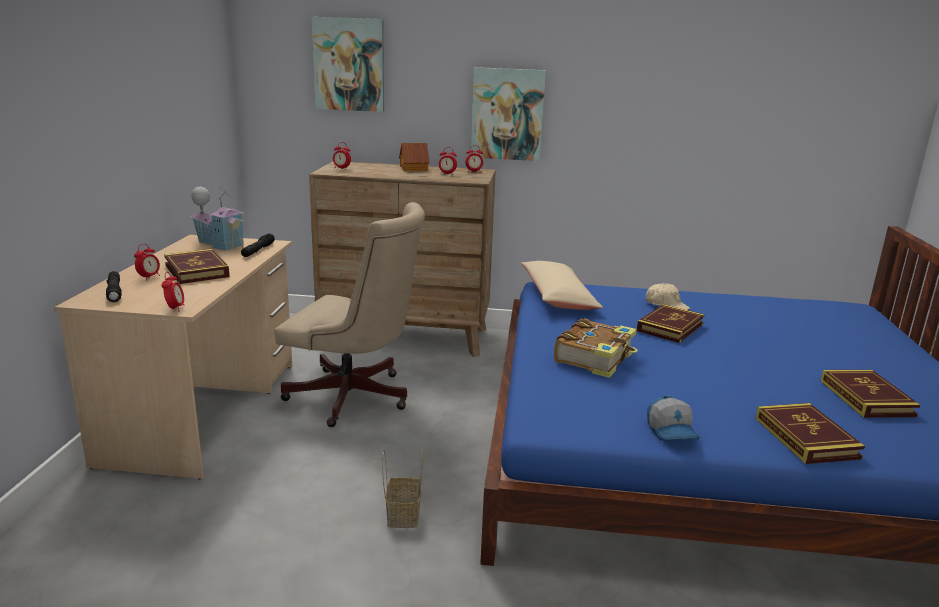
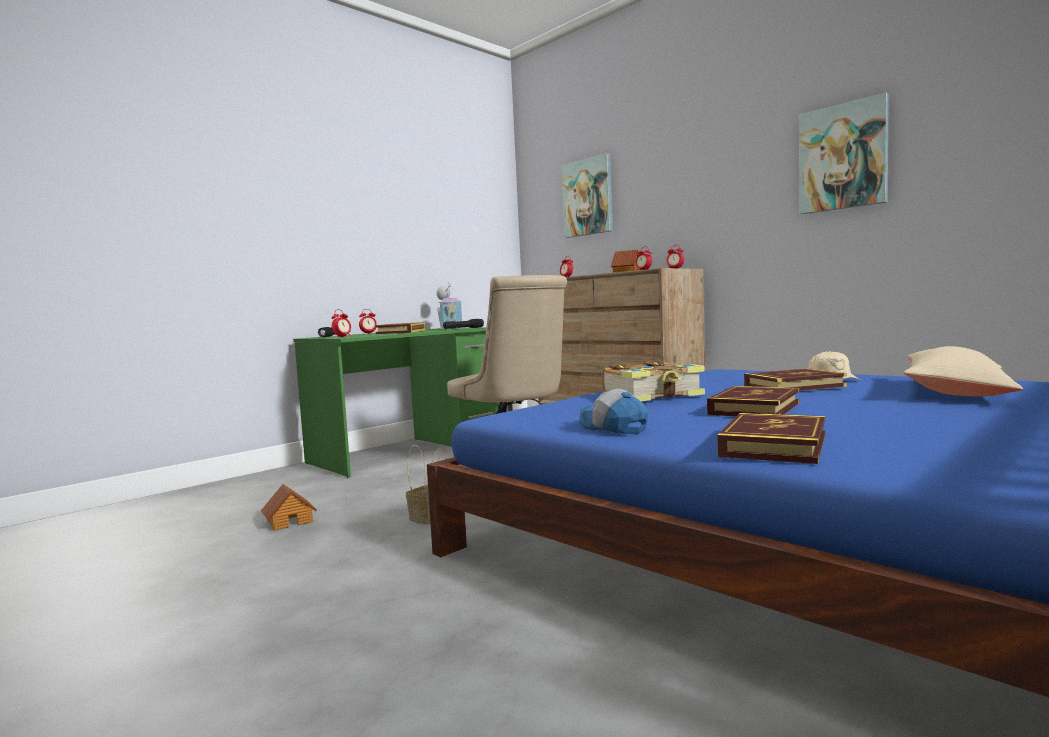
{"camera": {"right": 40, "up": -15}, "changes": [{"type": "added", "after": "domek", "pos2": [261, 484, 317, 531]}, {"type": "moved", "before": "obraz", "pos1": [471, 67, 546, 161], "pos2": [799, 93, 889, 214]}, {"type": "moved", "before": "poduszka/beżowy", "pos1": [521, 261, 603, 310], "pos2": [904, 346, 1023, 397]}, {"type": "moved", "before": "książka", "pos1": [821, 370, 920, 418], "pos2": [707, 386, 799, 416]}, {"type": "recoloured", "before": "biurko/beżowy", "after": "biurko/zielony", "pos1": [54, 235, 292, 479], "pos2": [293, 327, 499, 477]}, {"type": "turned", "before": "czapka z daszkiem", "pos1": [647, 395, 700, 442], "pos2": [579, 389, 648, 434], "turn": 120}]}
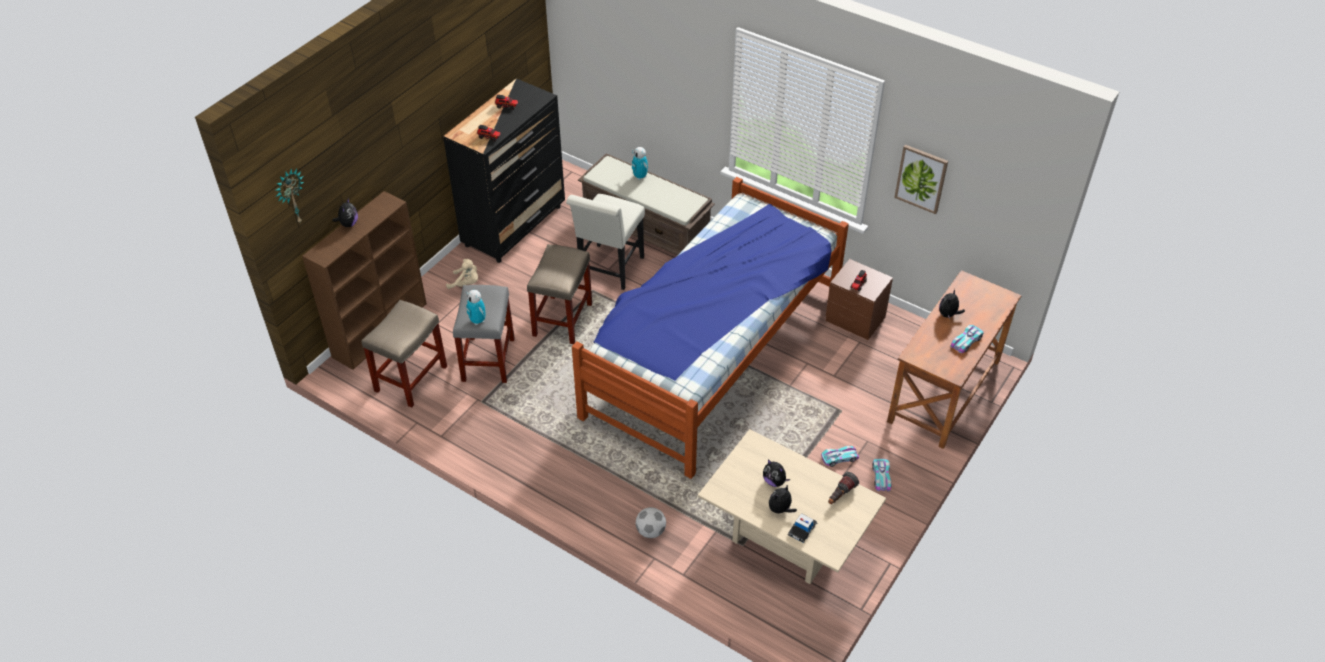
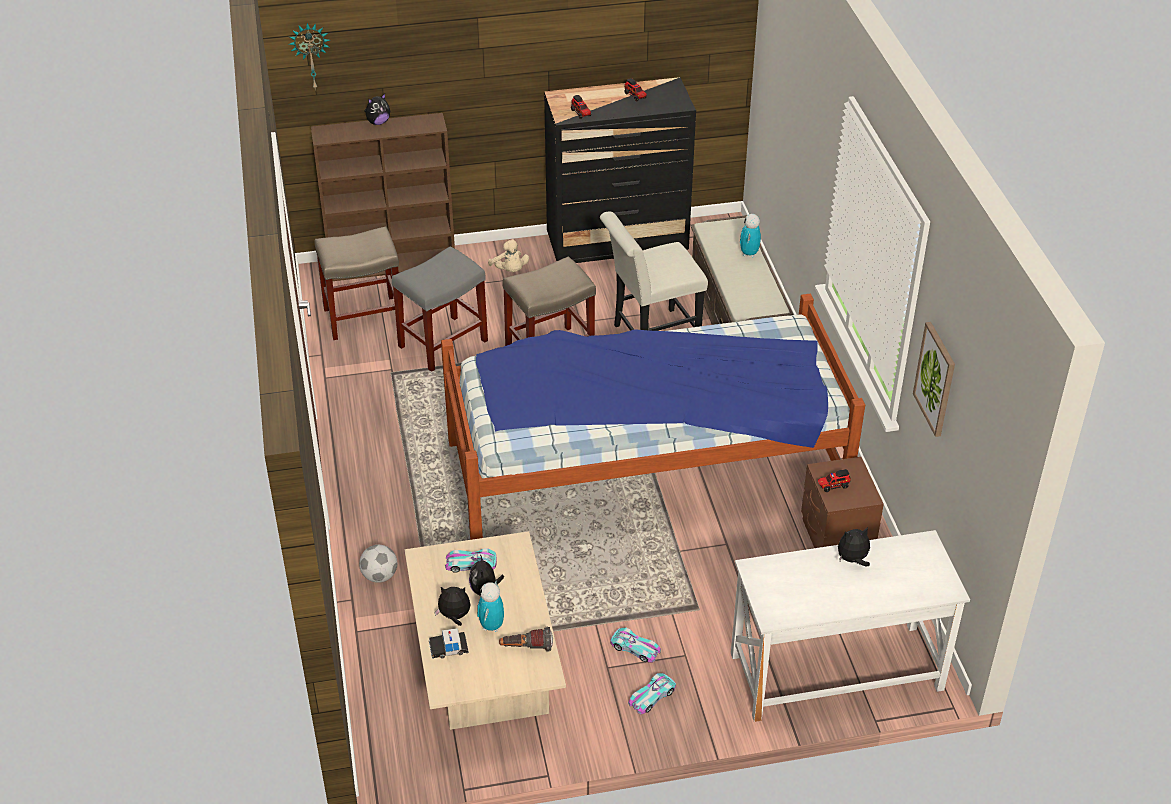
{"camera": {"right": 45, "up": -5}, "changes": [{"type": "moved", "before": "robot zabawkowy", "pos1": [466, 290, 485, 325], "pos2": [477, 581, 504, 632]}, {"type": "moved", "before": "samochodzik", "pos1": [951, 325, 984, 353], "pos2": [445, 549, 497, 573]}, {"type": "recoloured", "before": "biurko/brązowy", "after": "biurko/biały", "pos1": [887, 270, 1022, 449], "pos2": [731, 530, 970, 722]}]}
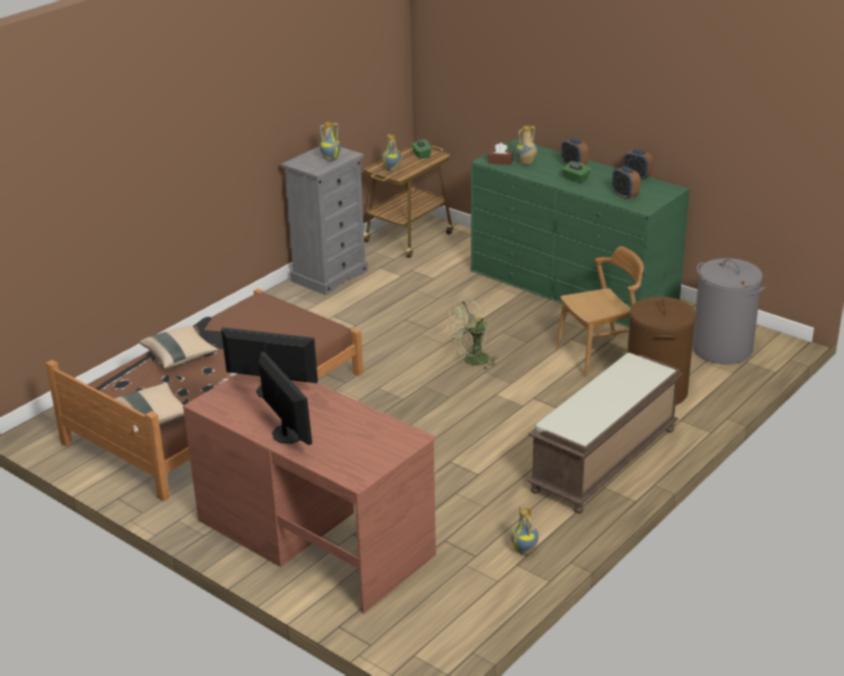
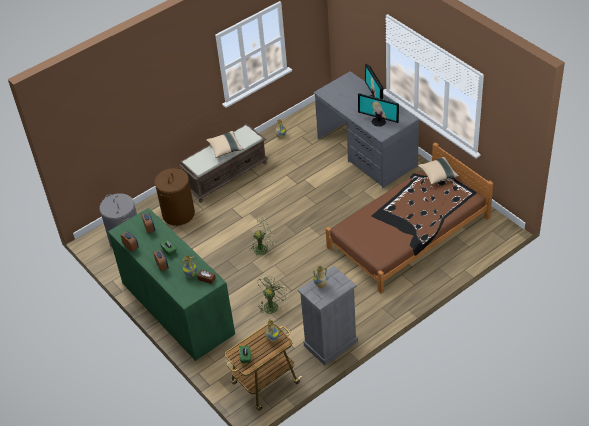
{"camera": {"right": -165, "up": 15}, "changes": [{"type": "removed", "before": "krzesło/brązowy", "pos1": [556, 246, 644, 378]}, {"type": "added", "after": "wentylator/zielony", "pos2": [257, 274, 289, 315]}, {"type": "moved", "before": "poduszka/beżowy", "pos1": [140, 325, 218, 369], "pos2": [206, 131, 244, 158]}, {"type": "recoloured", "before": "biurko/brązowy", "after": "biurko/szary", "pos1": [183, 374, 437, 614], "pos2": [313, 71, 419, 188]}]}
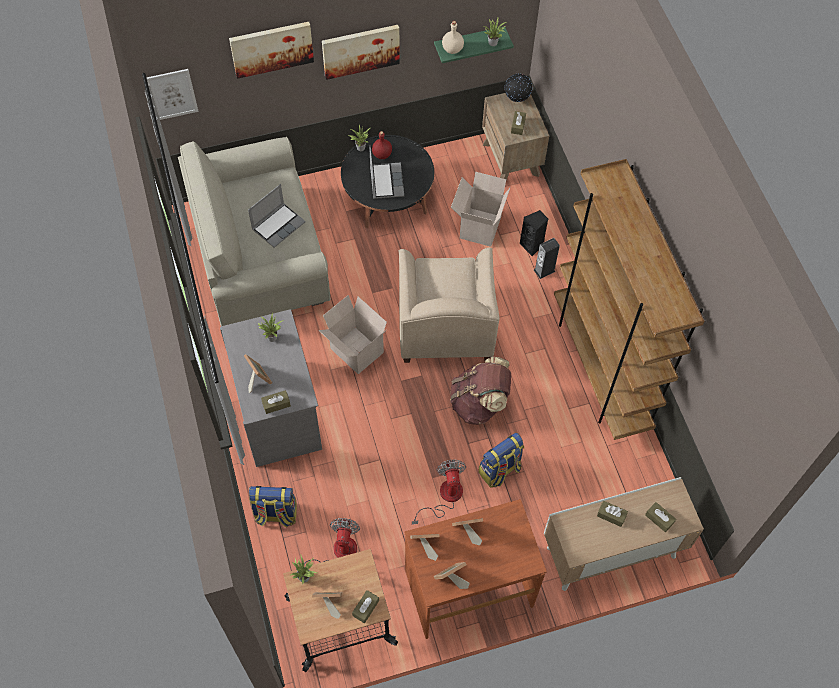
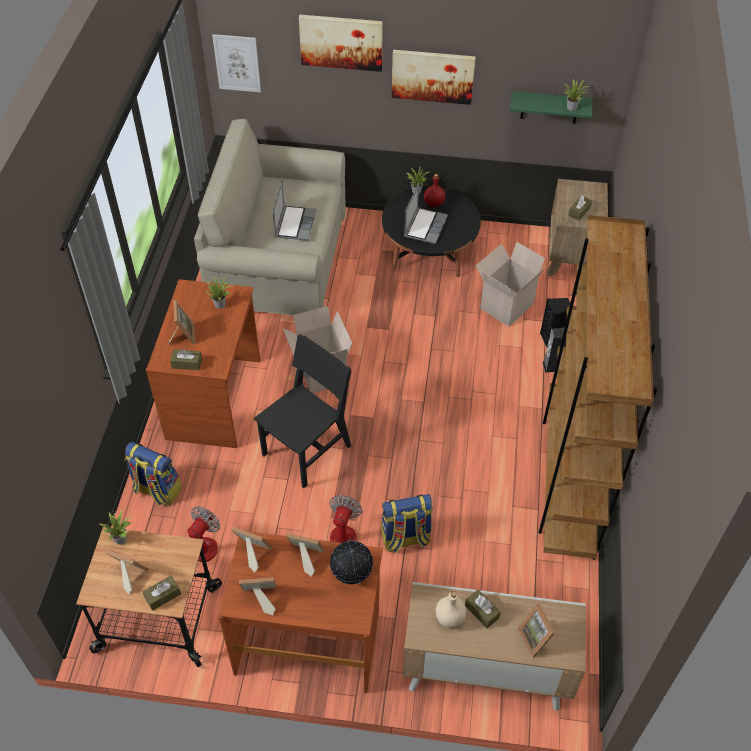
{"camera": {"right": 25, "up": -10}, "changes": [{"type": "removed", "before": "fotel/beżowy", "pos1": [398, 248, 499, 363]}, {"type": "removed", "before": "plecak/brązowy", "pos1": [450, 357, 511, 425]}, {"type": "added", "after": "krzesło/czarny", "pos2": [254, 334, 351, 488]}, {"type": "moved", "before": "butelka/beżowy", "pos1": [442, 21, 464, 54], "pos2": [436, 591, 466, 628]}, {"type": "moved", "before": "globus", "pos1": [505, 74, 532, 102], "pos2": [330, 541, 373, 585]}, {"type": "replaced", "before": "pudełko chusteczek/brązowy", "after": "ramka na zdjęcie", "pos1": [645, 502, 676, 532], "pos2": [517, 603, 555, 658]}, {"type": "recoloured", "before": "biurko/szary", "after": "biurko/brązowy", "pos1": [220, 309, 322, 467], "pos2": [146, 279, 260, 448]}, {"type": "turned", "before": "laptop", "pos1": [248, 184, 306, 248], "pos2": [272, 180, 316, 241], "turn": -60}]}
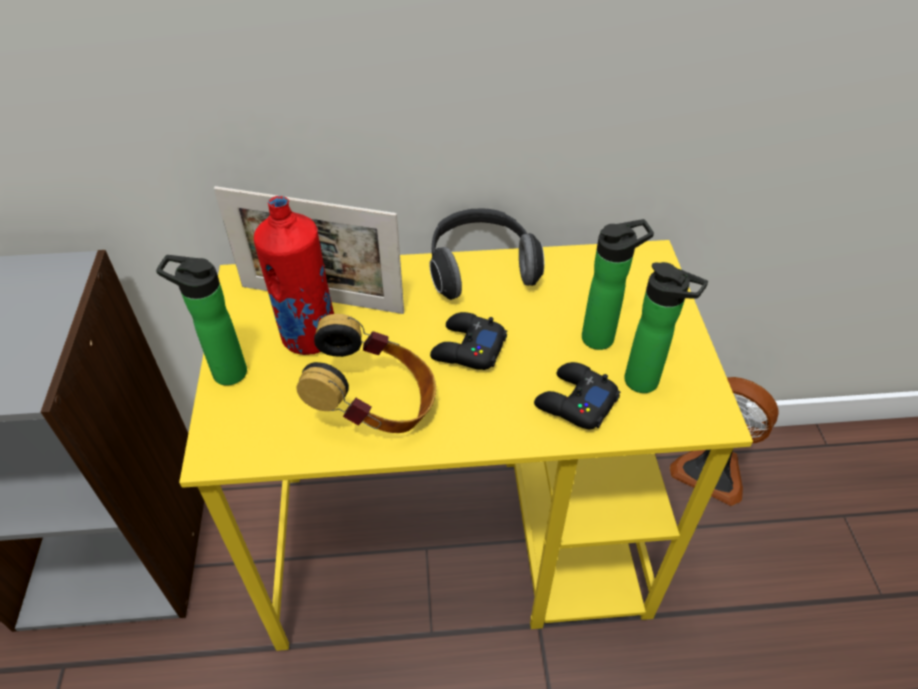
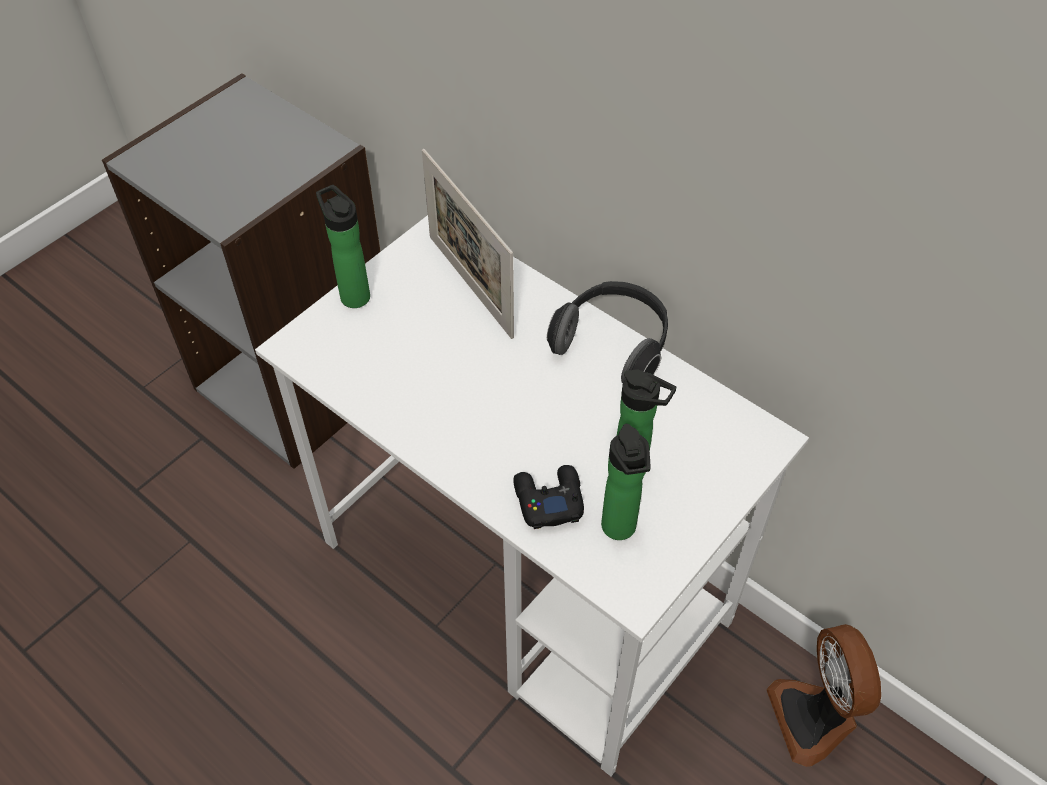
{"camera": {"right": 45, "up": 5}, "changes": [{"type": "removed", "before": "butelka/czerwony", "pos1": [254, 196, 334, 355]}, {"type": "removed", "before": "słuchawki", "pos1": [296, 314, 436, 433]}, {"type": "removed", "before": "pad do gier/czarny", "pos1": [430, 312, 507, 370]}, {"type": "recoloured", "before": "biurko/żółty", "after": "biurko/biały", "pos1": [179, 240, 753, 651], "pos2": [255, 215, 809, 777]}]}
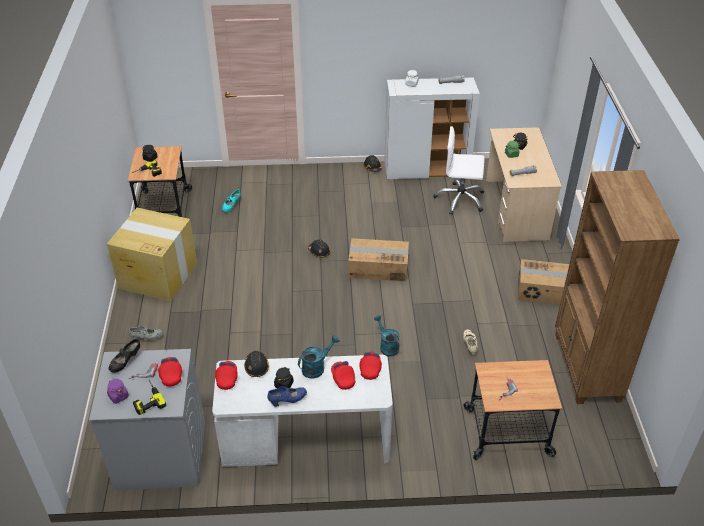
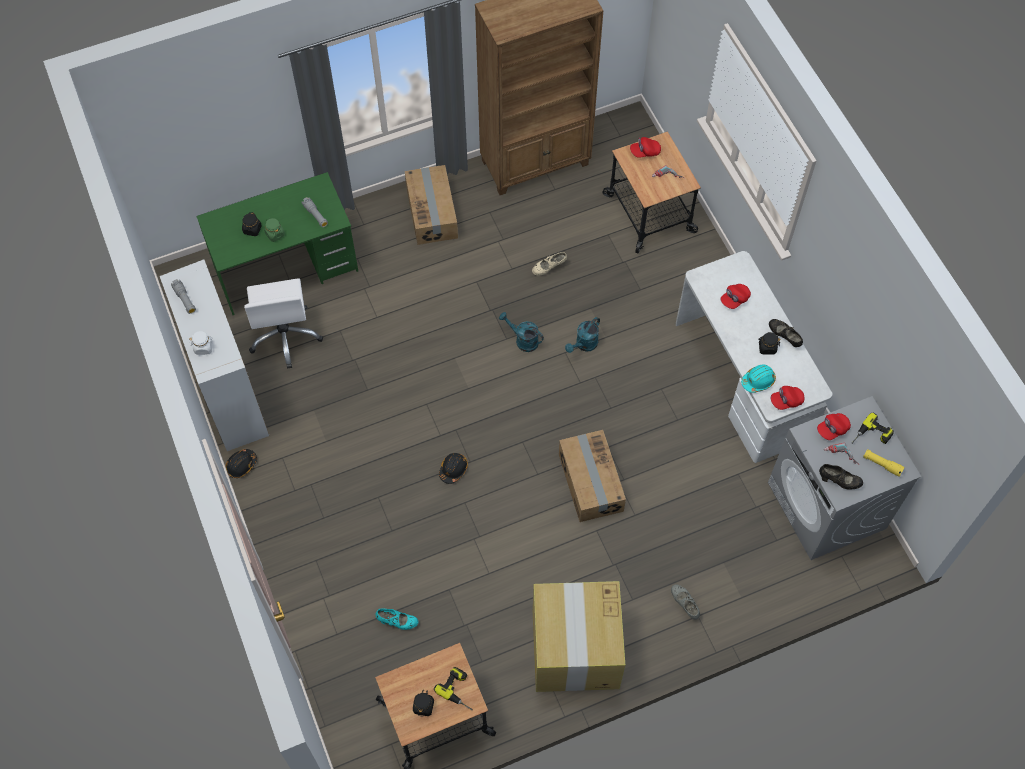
{"camera": {"right": -110, "up": 20}, "changes": [{"type": "moved", "before": "konewka/turkusowy", "pos1": [298, 335, 340, 379], "pos2": [499, 312, 544, 352]}, {"type": "moved", "before": "karton", "pos1": [348, 238, 409, 282], "pos2": [559, 430, 626, 522]}, {"type": "moved", "before": "czapka z daszkiem/czerwony", "pos1": [360, 352, 382, 380], "pos2": [630, 137, 661, 157]}, {"type": "replaced", "before": "słoik/fioletowy", "after": "latarka/żółty", "pos1": [107, 379, 129, 404], "pos2": [863, 449, 904, 477]}, {"type": "recoloured", "before": "kask/czarny", "after": "kask/turkusowy", "pos1": [244, 351, 269, 377], "pos2": [741, 365, 776, 393]}, {"type": "recoloured", "before": "but/niebieski", "after": "but/czarny", "pos1": [267, 387, 307, 407], "pos2": [769, 319, 803, 347]}, {"type": "recoloured", "before": "biurko/beżowy", "after": "biurko/zielony", "pos1": [486, 127, 562, 242], "pos2": [197, 172, 358, 315]}]}
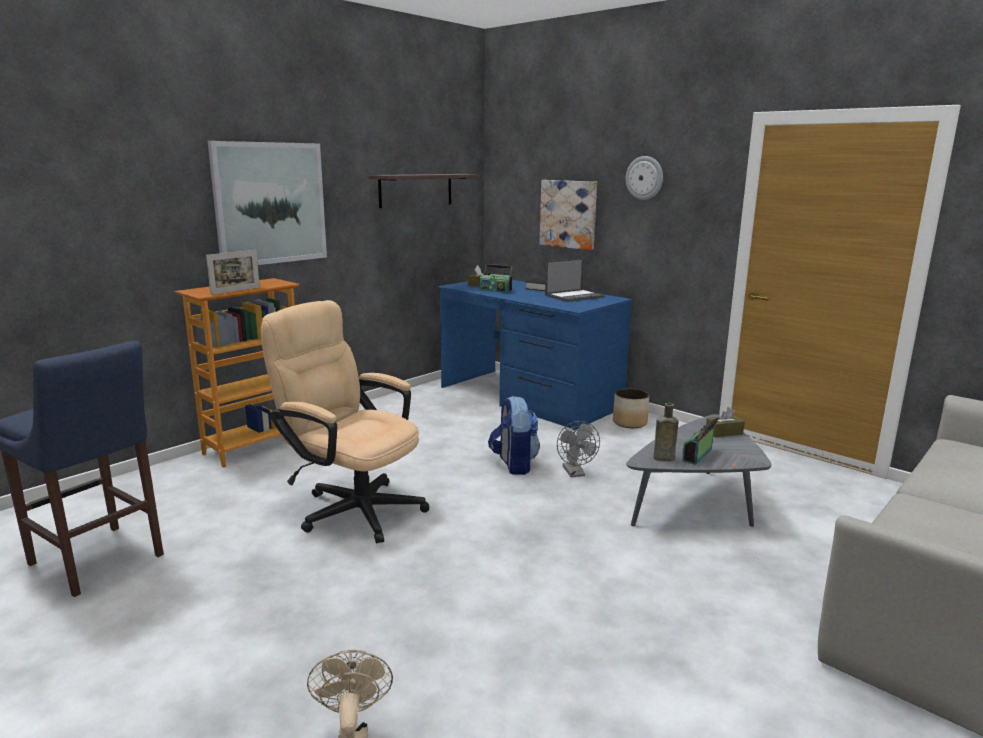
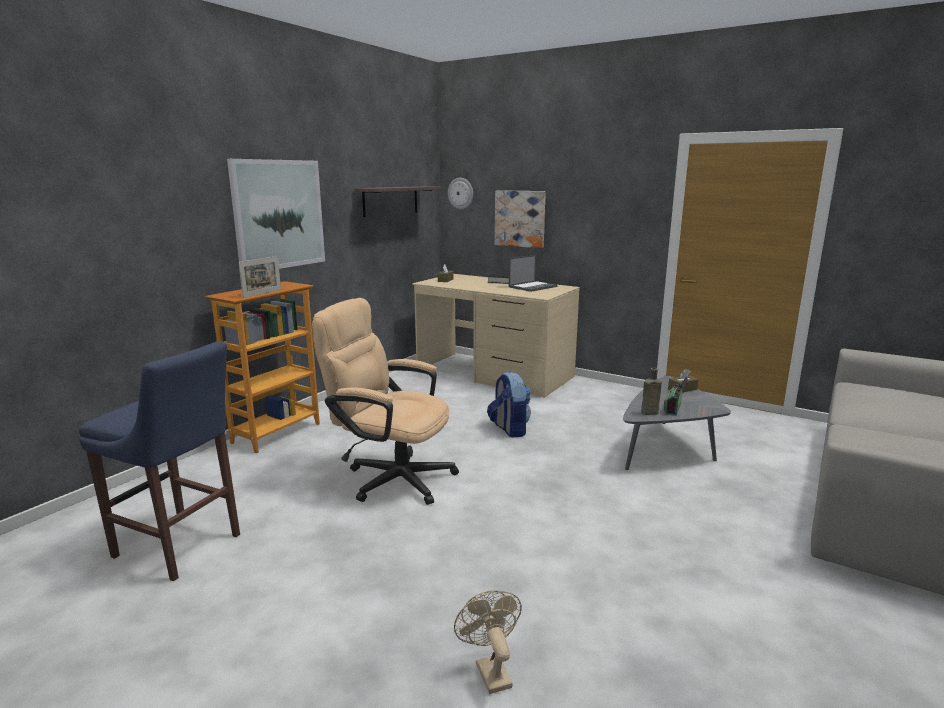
{"camera": {"right": -10, "up": 0}, "changes": [{"type": "removed", "before": "radio", "pos1": [480, 264, 512, 293]}, {"type": "removed", "before": "wentylator/szary", "pos1": [557, 421, 600, 477]}, {"type": "removed", "before": "donica", "pos1": [613, 388, 649, 428]}, {"type": "moved", "before": "zegar ścienny", "pos1": [625, 156, 663, 200], "pos2": [448, 178, 473, 209]}, {"type": "recoloured", "before": "biurko/niebieski", "after": "biurko/beżowy", "pos1": [438, 280, 632, 431], "pos2": [412, 274, 580, 398]}]}
